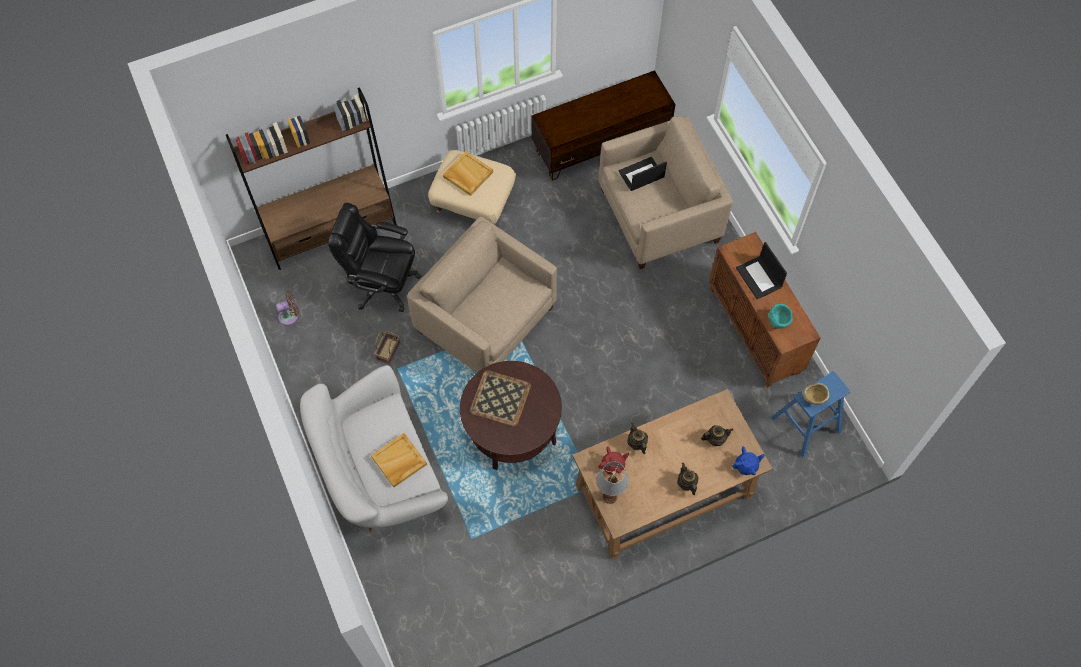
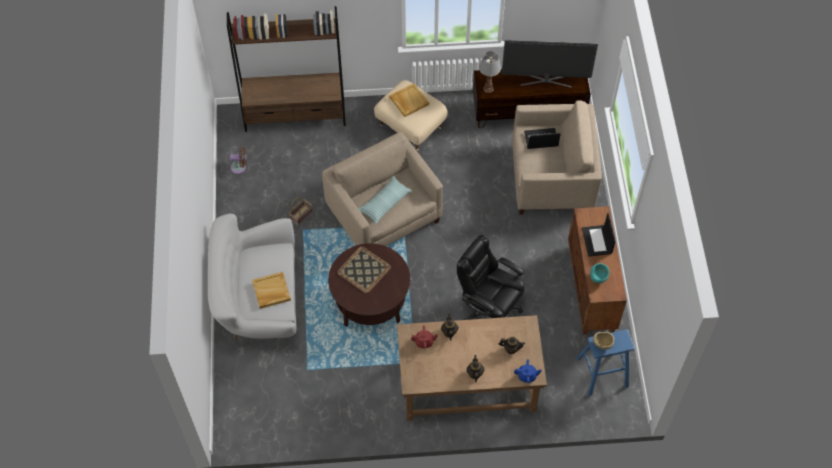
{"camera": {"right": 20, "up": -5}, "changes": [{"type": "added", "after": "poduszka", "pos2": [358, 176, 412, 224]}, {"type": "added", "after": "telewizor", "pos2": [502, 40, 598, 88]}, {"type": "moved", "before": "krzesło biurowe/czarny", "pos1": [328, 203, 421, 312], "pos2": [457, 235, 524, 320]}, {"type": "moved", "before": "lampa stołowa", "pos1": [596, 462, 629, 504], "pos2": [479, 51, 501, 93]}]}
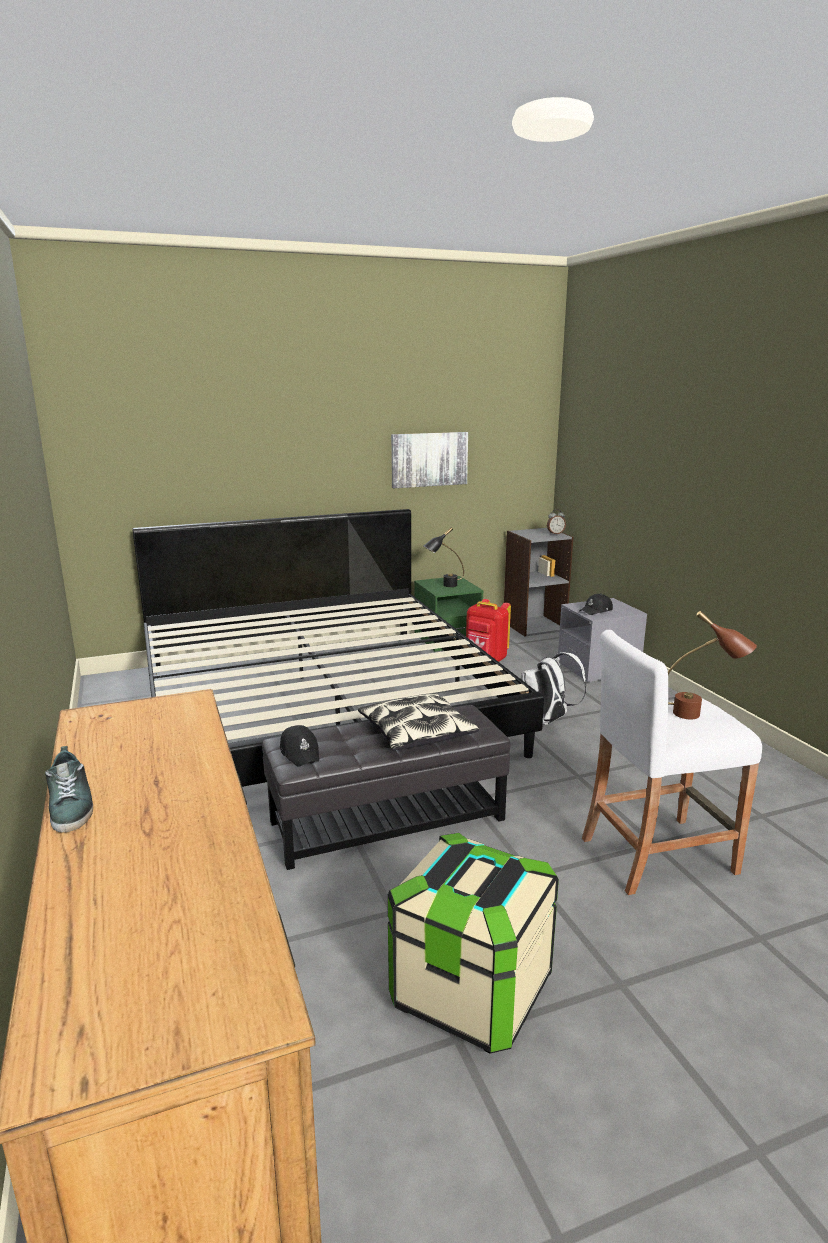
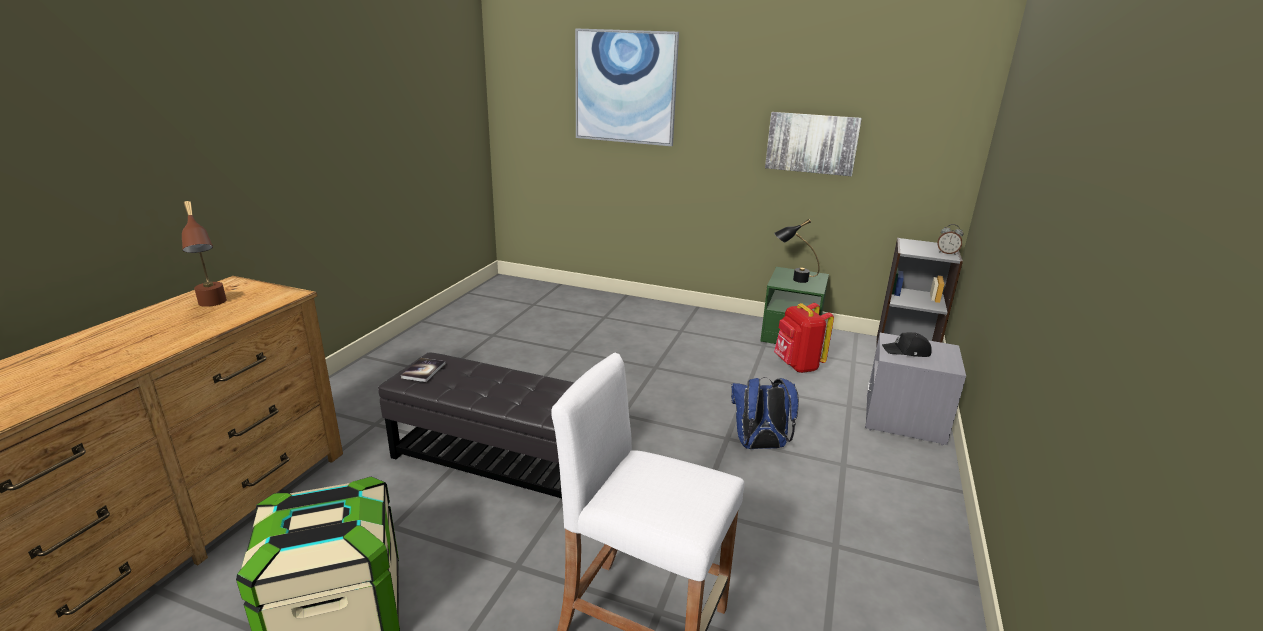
{"camera": {"right": 40, "up": 5}, "changes": [{"type": "removed", "before": "but", "pos1": [45, 746, 93, 832]}, {"type": "removed", "before": "łóżko", "pos1": [132, 509, 544, 787]}, {"type": "removed", "before": "poduszka", "pos1": [358, 693, 479, 750]}, {"type": "added", "after": "obraz", "pos2": [575, 28, 679, 146]}, {"type": "moved", "before": "lampa stołowa/brązowy", "pos1": [668, 611, 757, 719], "pos2": [182, 201, 227, 307]}, {"type": "replaced", "before": "czapka z daszkiem/czarny", "after": "książka", "pos1": [280, 725, 319, 767], "pos2": [401, 358, 445, 382]}, {"type": "recoloured", "before": "plecak/biały", "after": "plecak/niebieski", "pos1": [522, 652, 586, 725], "pos2": [731, 377, 799, 449]}]}
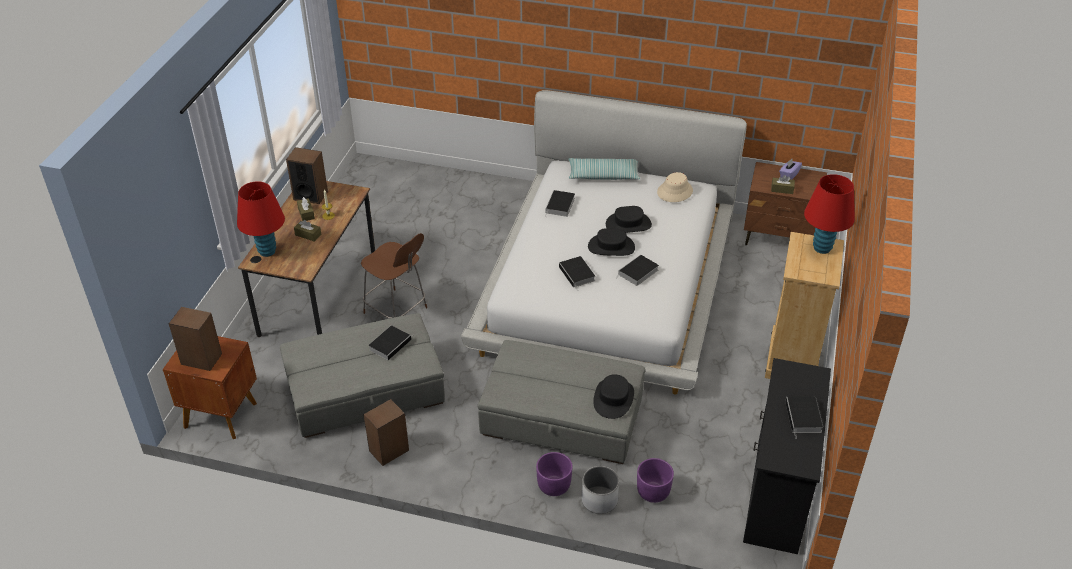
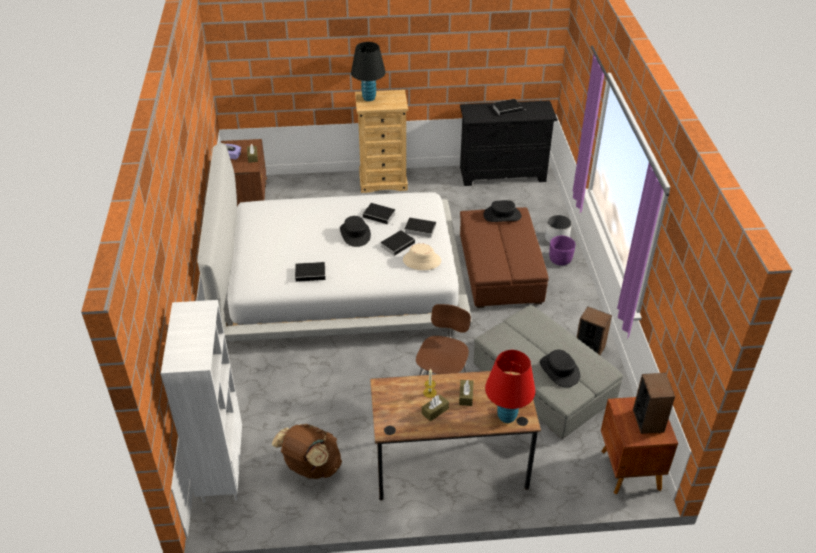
{"camera": {"right": -110, "up": 0}, "changes": [{"type": "removed", "before": "głośnik", "pos1": [286, 147, 328, 204]}, {"type": "removed", "before": "poduszka", "pos1": [569, 158, 640, 180]}, {"type": "removed", "before": "donica/fioletowy", "pos1": [637, 458, 674, 503]}, {"type": "added", "after": "regał/biały", "pos2": [161, 300, 242, 503]}, {"type": "added", "after": "plecak/brązowy", "pos2": [272, 424, 342, 479]}, {"type": "moved", "before": "książka", "pos1": [368, 325, 413, 360], "pos2": [405, 217, 436, 238]}, {"type": "moved", "before": "kapelusz/czarny", "pos1": [606, 206, 652, 233], "pos2": [540, 350, 580, 387]}, {"type": "moved", "before": "kapelusz/beżowy", "pos1": [657, 172, 693, 202], "pos2": [403, 243, 441, 270]}, {"type": "recoloured", "before": "pufa/szary", "after": "pufa/brązowy", "pos1": [477, 340, 646, 464], "pos2": [460, 207, 549, 308]}, {"type": "recoloured", "before": "lampa stołowa/czerwony", "after": "lampa stołowa/czarny", "pos1": [804, 174, 855, 254], "pos2": [351, 42, 386, 101]}]}
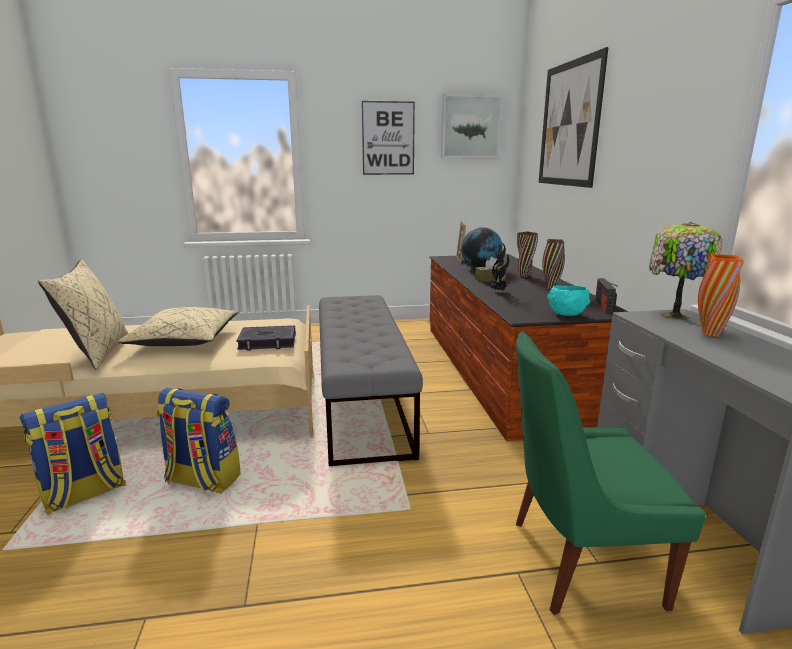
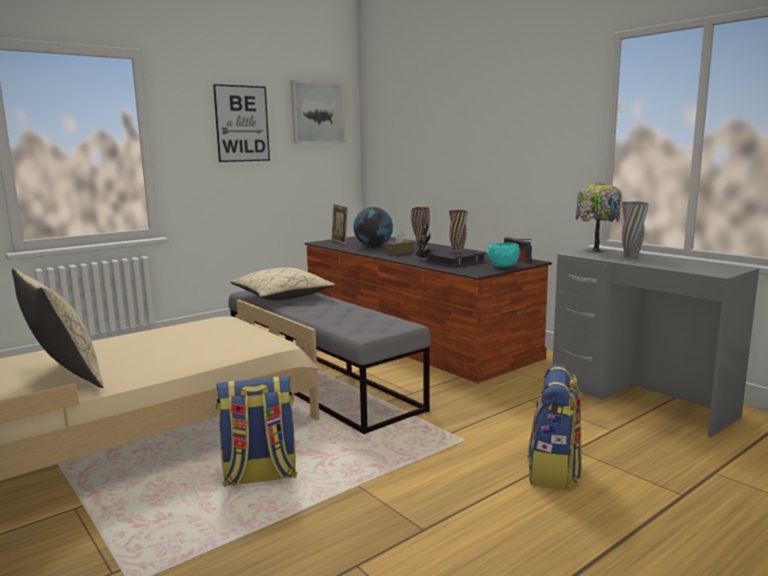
{"camera": {"right": -30, "up": -5}, "changes": [{"type": "removed", "before": "krzesło/zielony", "pos1": [516, 331, 706, 615]}, {"type": "removed", "before": "obraz", "pos1": [539, 47, 608, 188]}, {"type": "moved", "before": "plecak", "pos1": [20, 393, 126, 515], "pos2": [527, 364, 582, 490]}, {"type": "moved", "before": "poduszka/beżowy", "pos1": [118, 307, 238, 346], "pos2": [230, 267, 335, 301]}, {"type": "moved", "before": "książka", "pos1": [236, 325, 296, 351], "pos2": [427, 249, 485, 267]}, {"type": "recoloured", "before": "wazon/pomarańczowy", "after": "wazon/szary", "pos1": [698, 254, 744, 337], "pos2": [622, 201, 649, 258]}]}
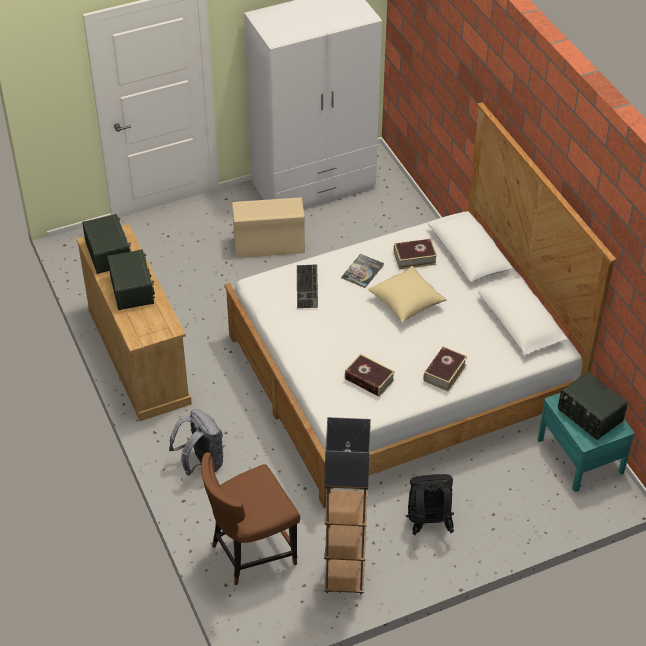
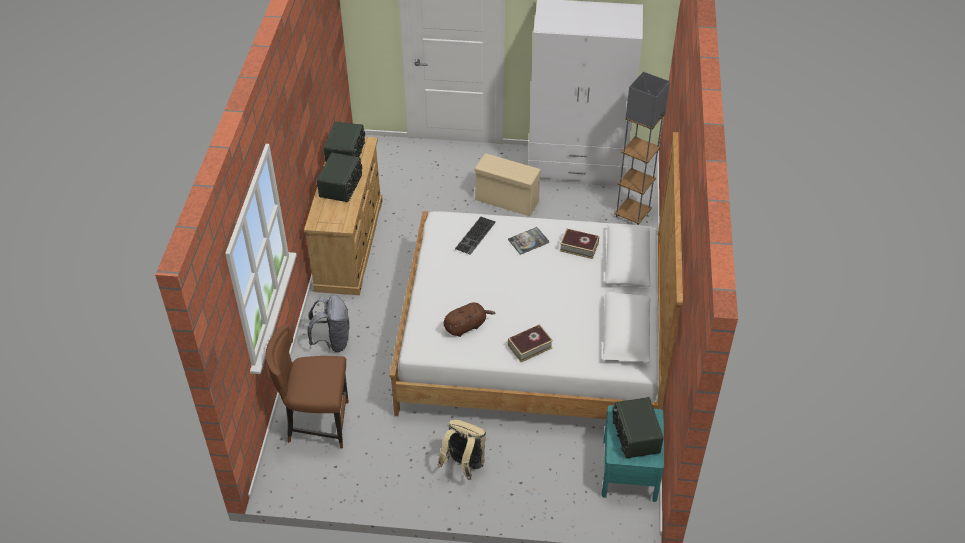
{"camera": {"right": 30, "up": 0}, "changes": [{"type": "removed", "before": "poduszka/beżowy", "pos1": [367, 266, 447, 323]}, {"type": "moved", "before": "lampa stojąca/szary", "pos1": [324, 417, 371, 595], "pos2": [614, 72, 670, 225]}, {"type": "replaced", "before": "książka", "after": "pluszak/brązowy", "pos1": [345, 354, 395, 397], "pos2": [444, 302, 496, 337]}, {"type": "recoloured", "before": "plecak/czarny", "after": "plecak/beżowy", "pos1": [405, 474, 454, 535], "pos2": [437, 420, 486, 480]}]}
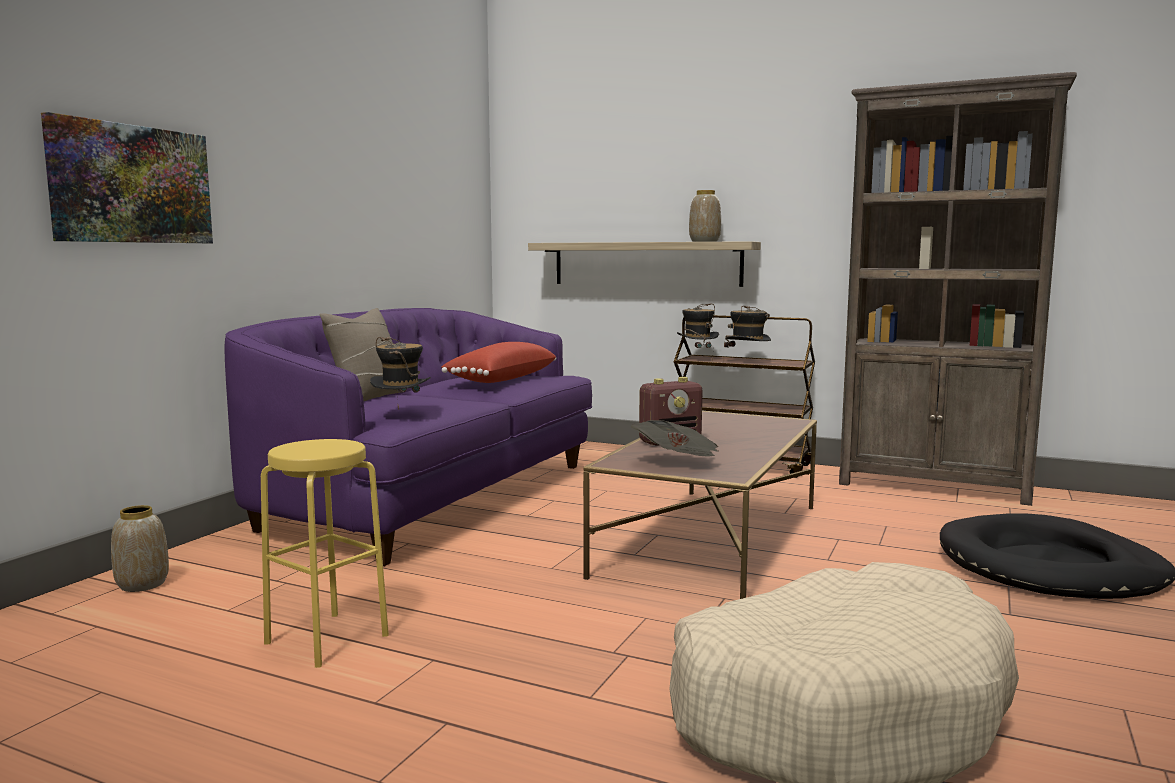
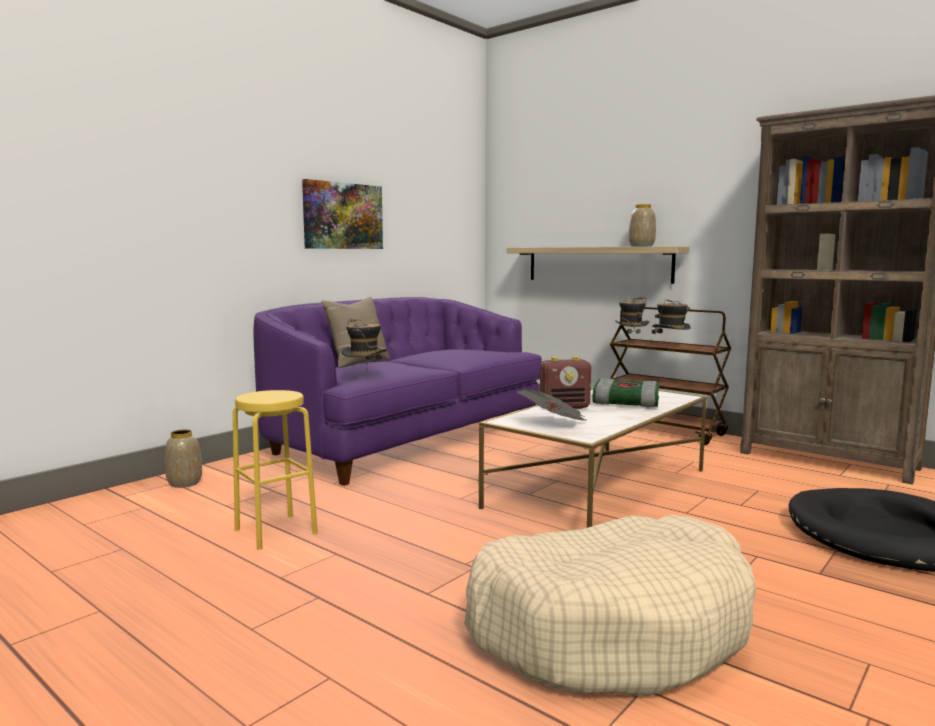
{"camera": {"right": 15, "up": 0}, "changes": [{"type": "removed", "before": "poduszka/czerwony", "pos1": [441, 342, 556, 383]}, {"type": "added", "after": "książka", "pos2": [593, 378, 660, 407]}, {"type": "moved", "before": "obraz", "pos1": [41, 112, 213, 243], "pos2": [302, 179, 383, 249]}, {"type": "recoloured", "before": "ława/brązowy", "after": "ława/biały", "pos1": [583, 411, 817, 599], "pos2": [479, 388, 707, 528]}]}
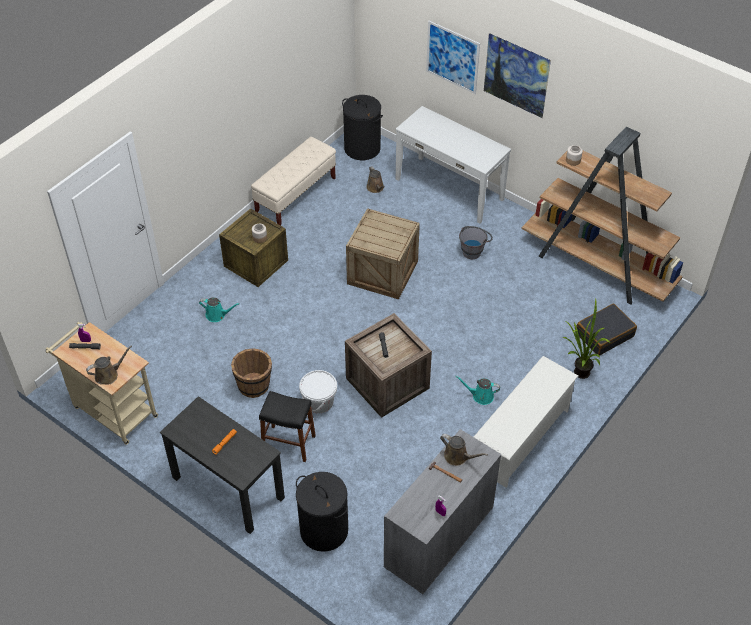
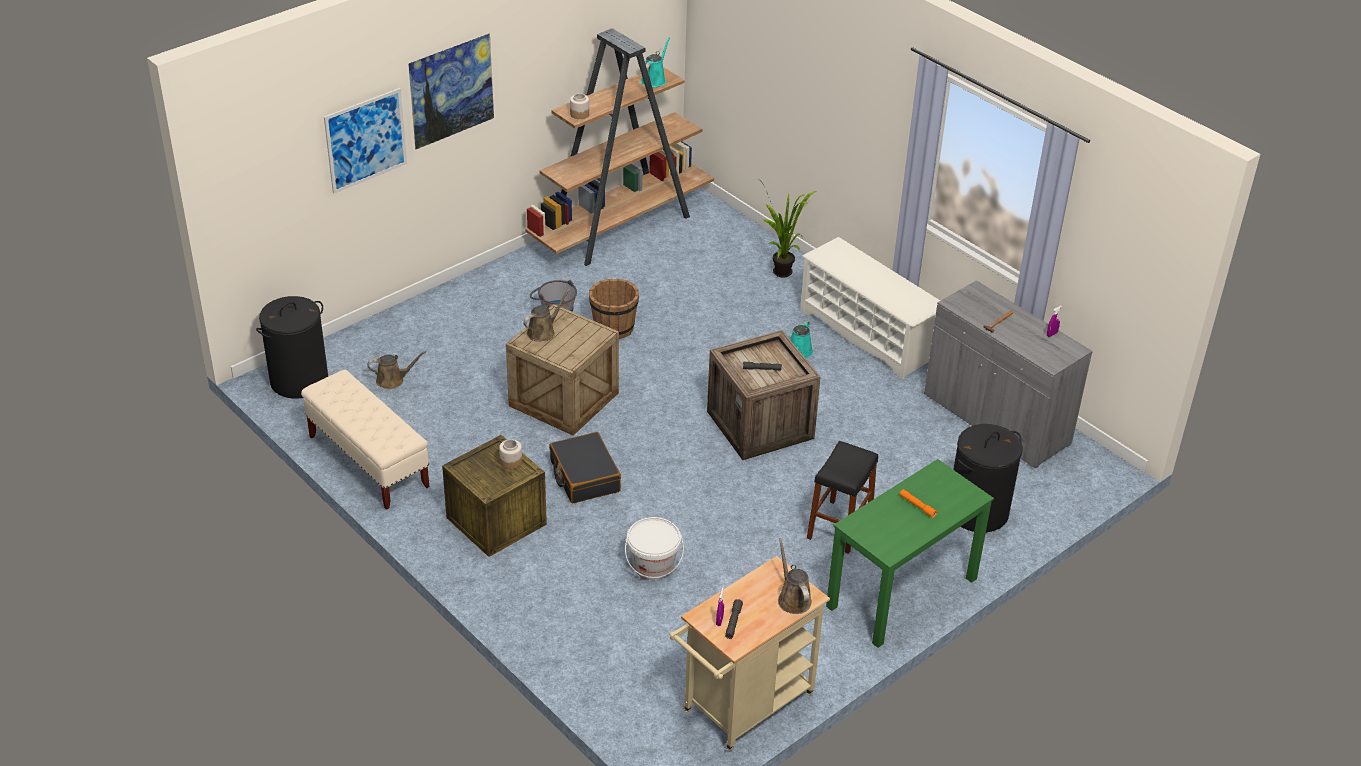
{"camera": {"right": -80, "up": -10}, "changes": [{"type": "removed", "before": "stolik konsolowy/biały", "pos1": [396, 106, 511, 223]}, {"type": "moved", "before": "konewka/turkusowy", "pos1": [199, 297, 240, 322], "pos2": [641, 37, 670, 87]}, {"type": "moved", "before": "wiadro/brązowy", "pos1": [231, 348, 272, 398], "pos2": [589, 279, 639, 339]}, {"type": "moved", "before": "wiadro/biały", "pos1": [299, 370, 337, 413], "pos2": [625, 517, 684, 580]}, {"type": "moved", "before": "konewka/brązowy", "pos1": [440, 434, 488, 466], "pos2": [523, 289, 570, 342]}, {"type": "moved", "before": "walizka/czarny", "pos1": [576, 304, 637, 356], "pos2": [549, 432, 621, 503]}, {"type": "recoloured", "before": "biurko/czarny", "after": "biurko/zielony", "pos1": [160, 396, 285, 534], "pos2": [826, 459, 994, 648]}]}
